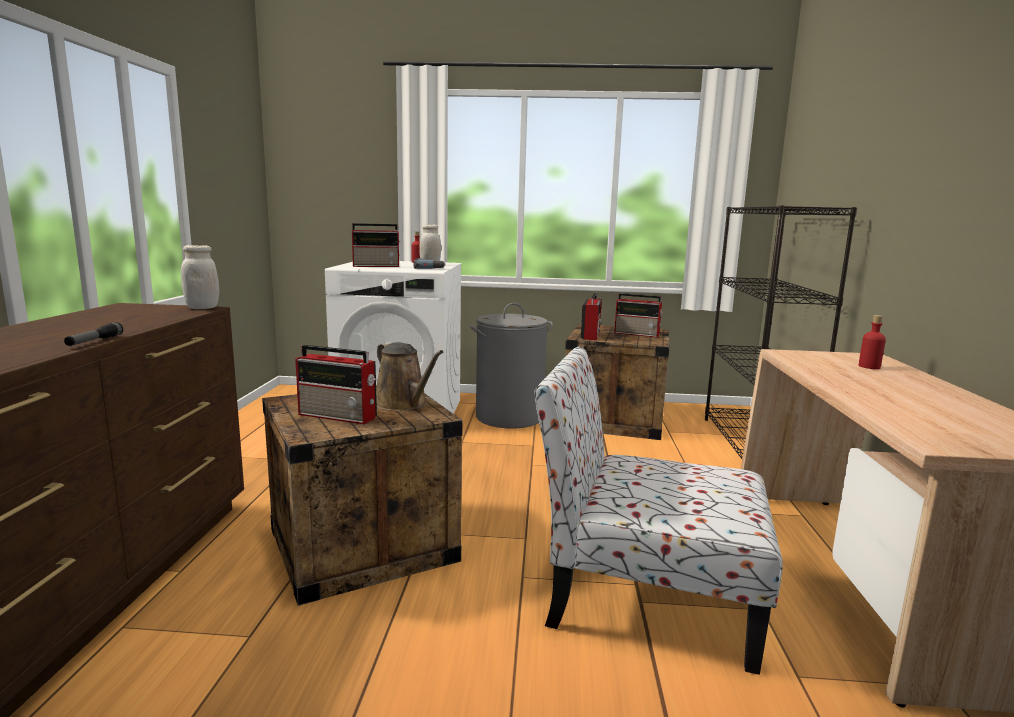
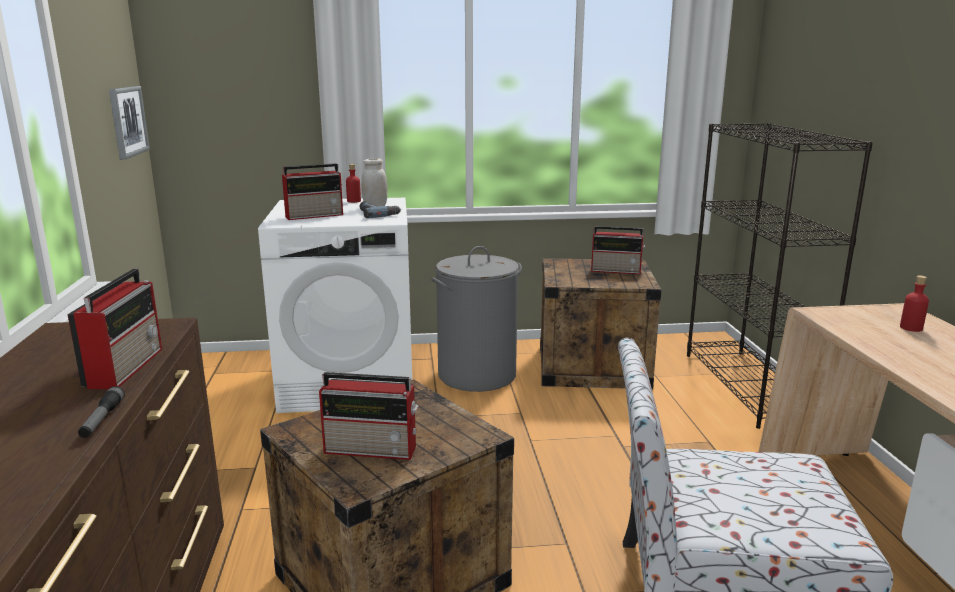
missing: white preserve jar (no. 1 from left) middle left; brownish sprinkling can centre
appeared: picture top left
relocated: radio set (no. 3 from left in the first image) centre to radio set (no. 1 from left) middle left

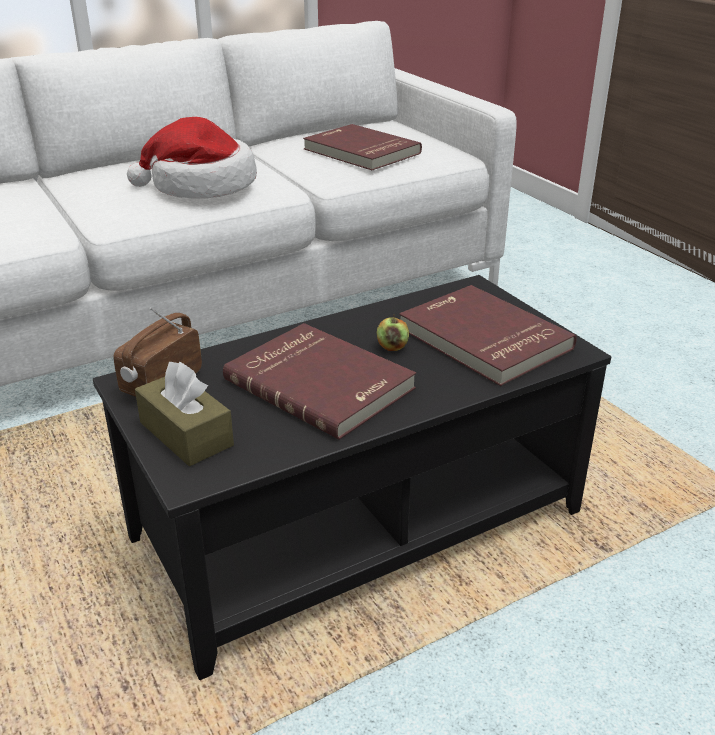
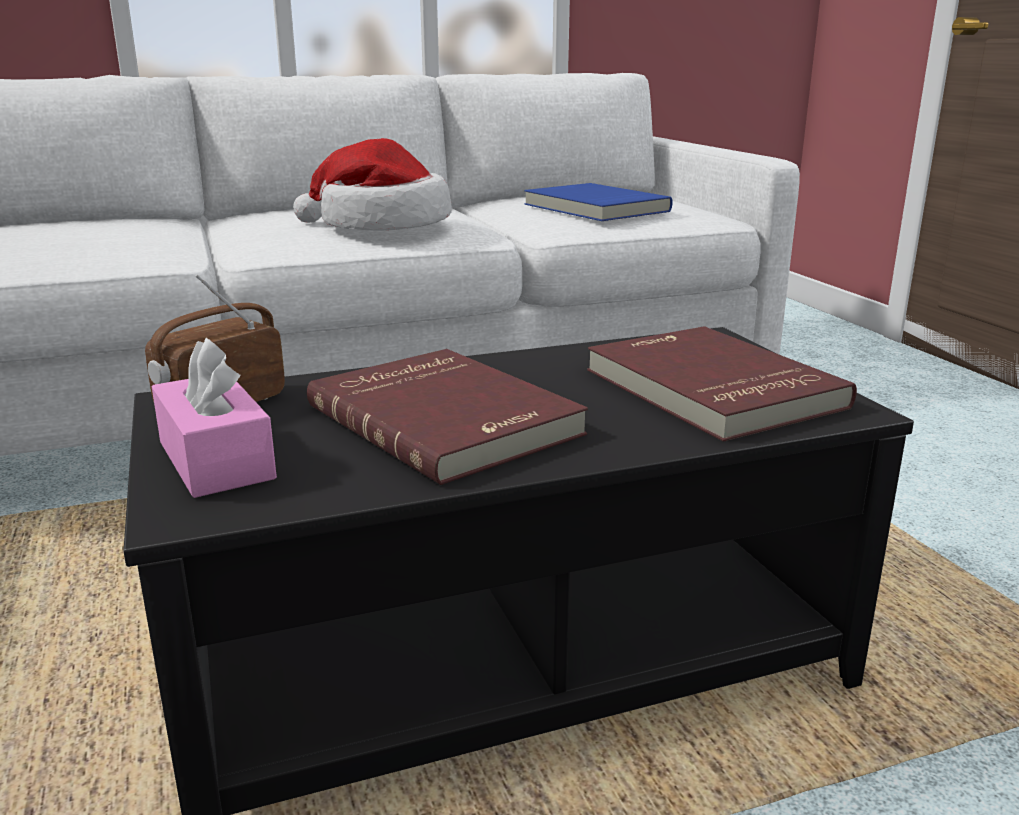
missing: apple fruit centre
colour: brownish tissue box middle left to pink tissue box middle left; red volume (no. 2 from left) top centre to blue-coloured volume top centre

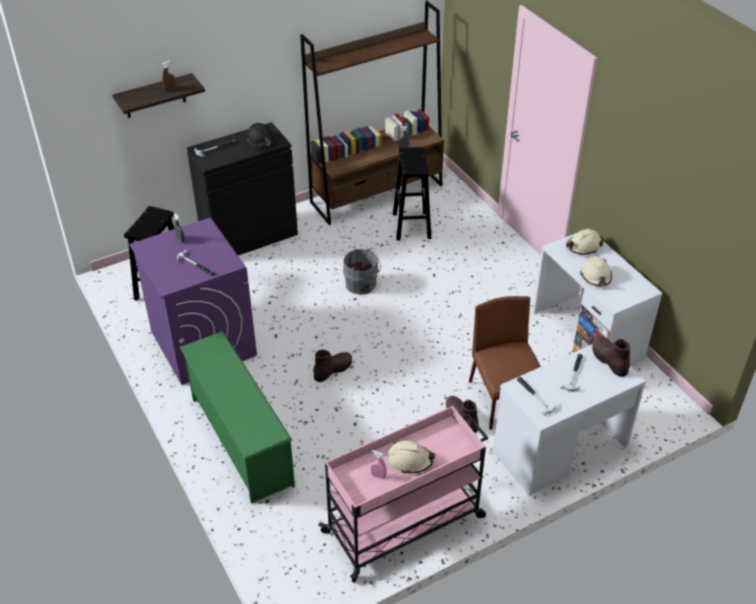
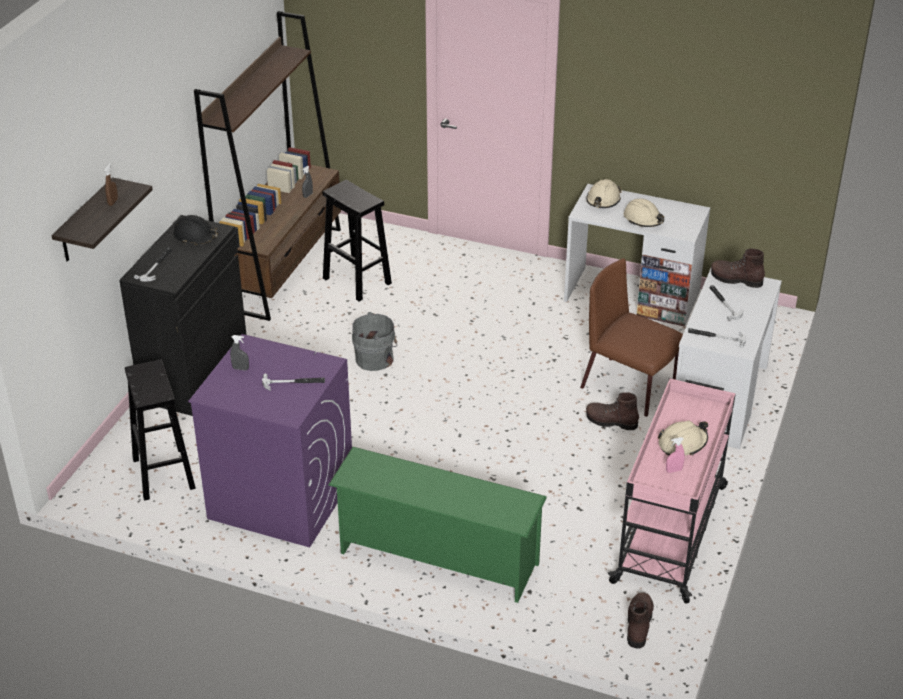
relocated: brownish tall boot (no. 1 from left in the first image) centre to brownish tall boot (no. 2 from left) bottom right

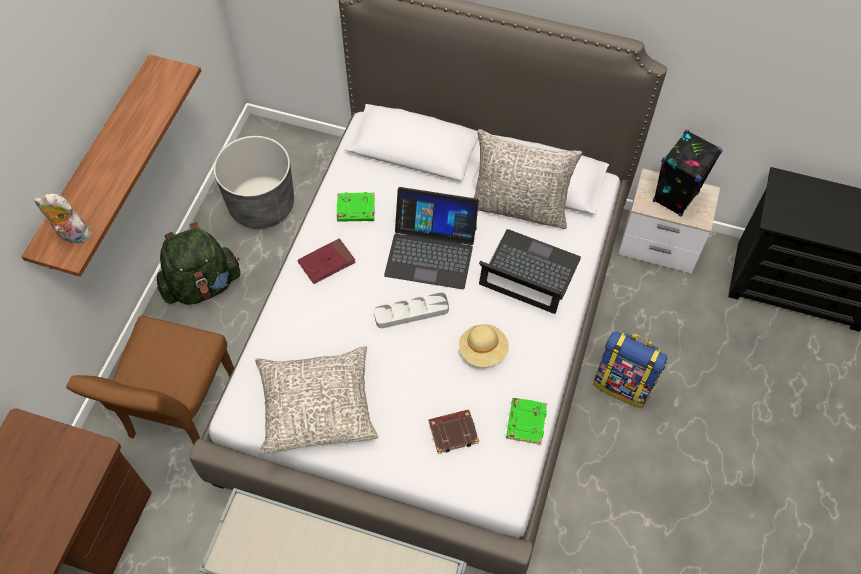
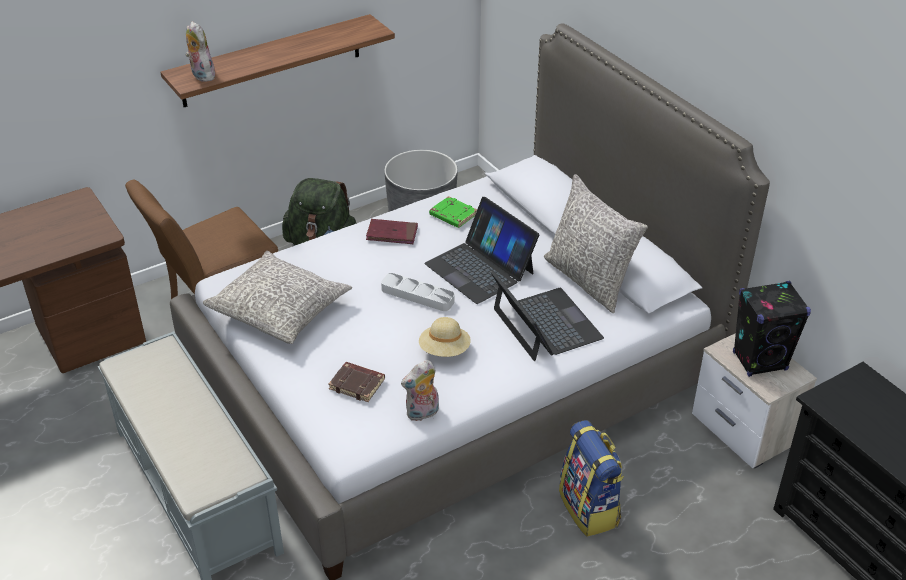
exchanged: greenish volume (no. 2 from left) bottom centre to plush toy (no. 2 from left) bottom centre

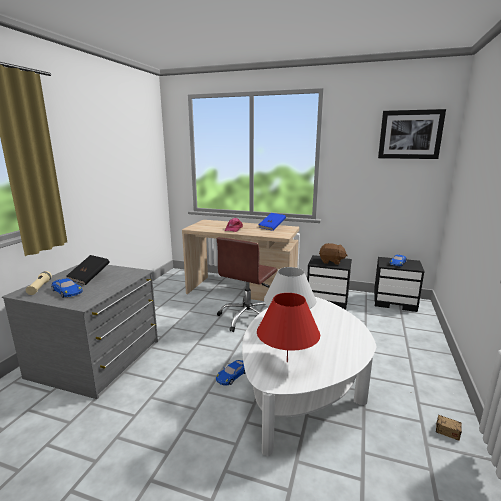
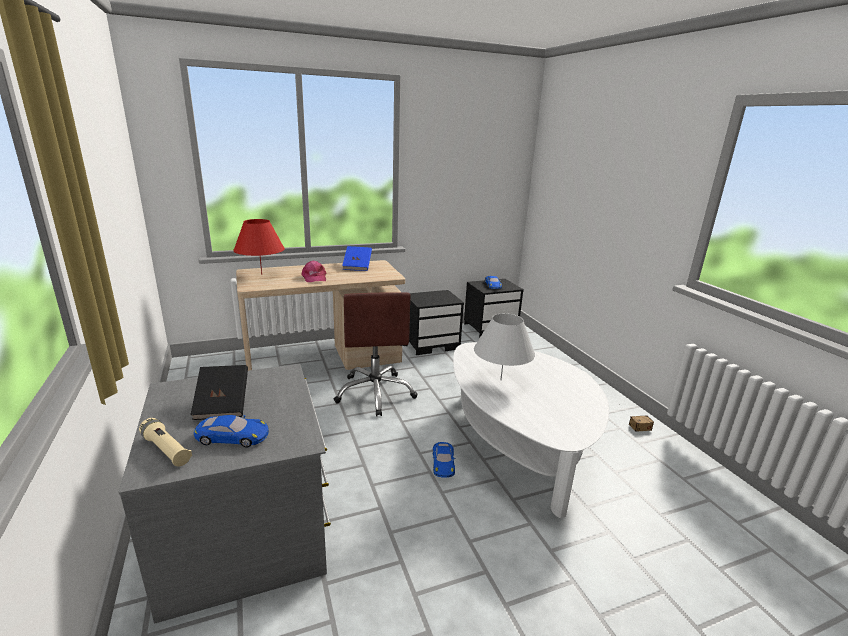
missing: brownish plush toy centre; picture top right
relocated: red table lamp centre to middle left

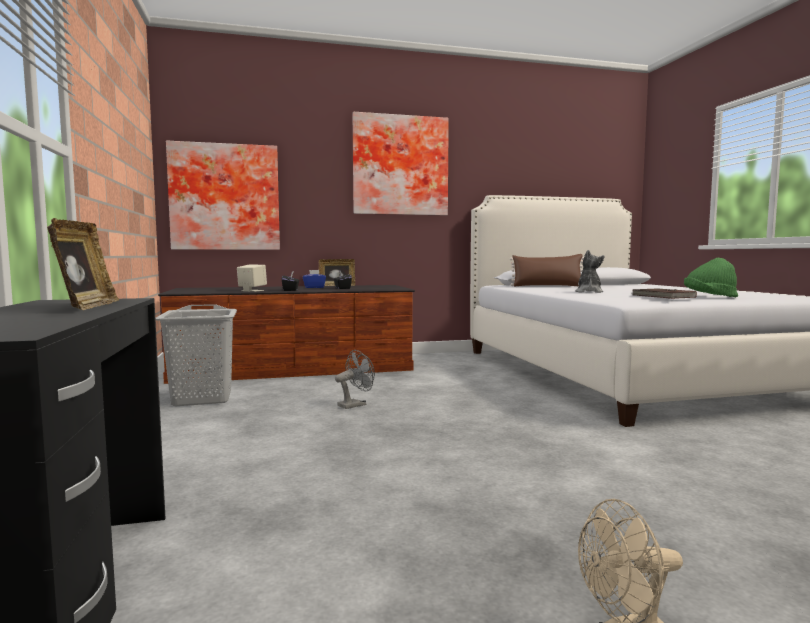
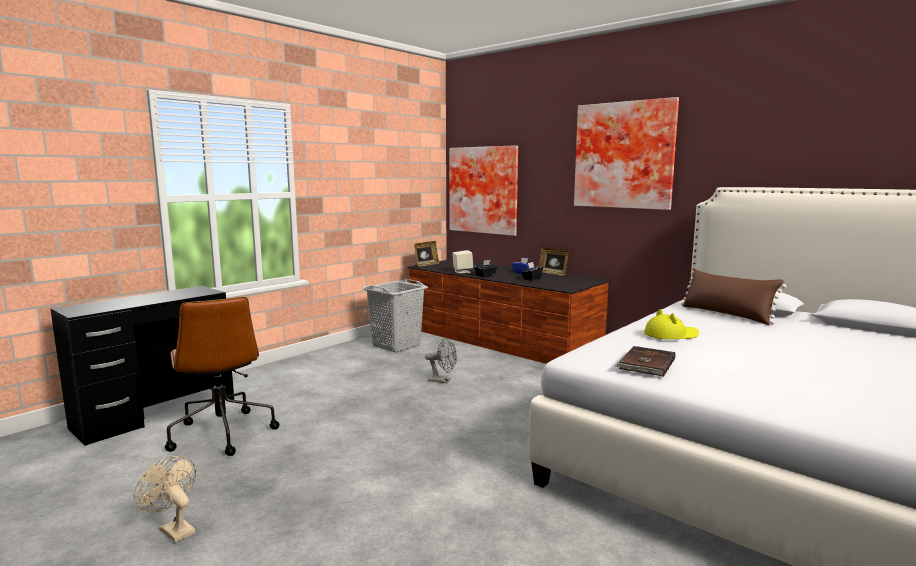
missing: greenish hat middle right
appeared: brownish desk chair middle left
relocated: photo frame (no. 1 from left) middle left to centre
exchanged: plush toy middle right to yellowish hat middle right

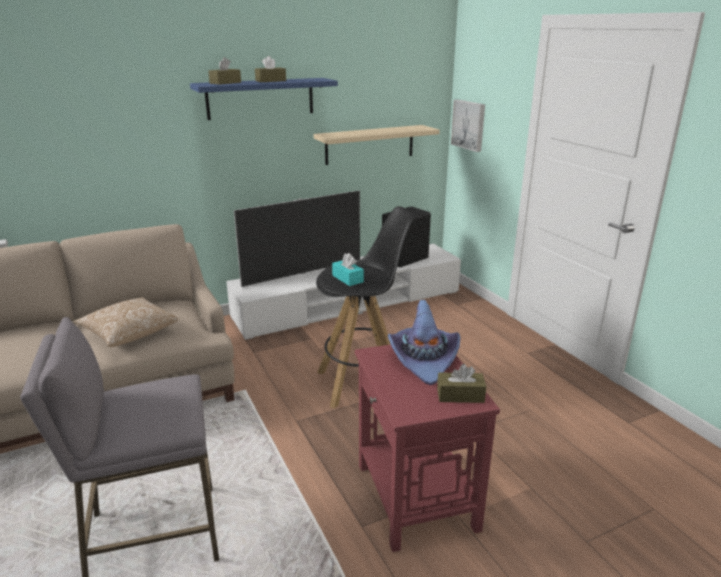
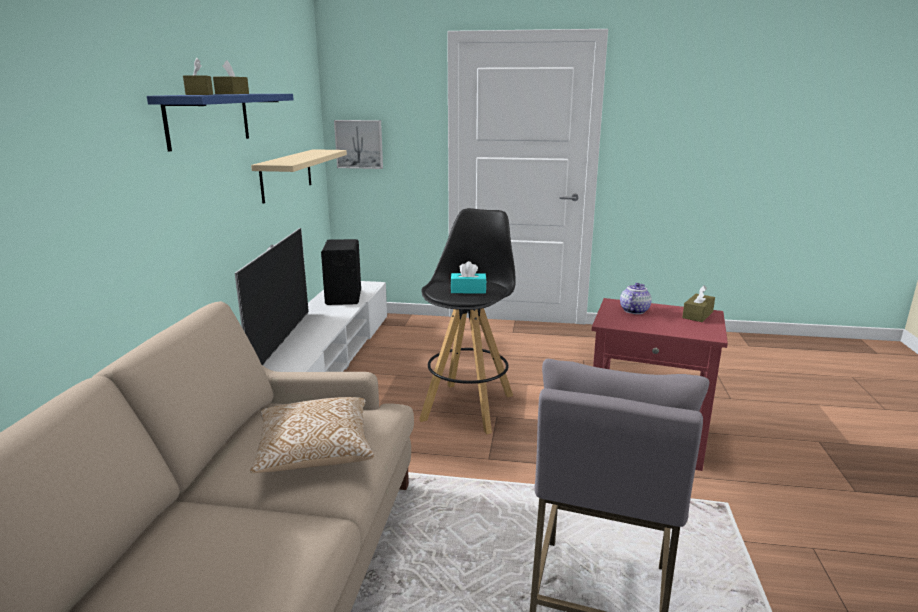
exchanged: purple-coloured hat centre to pot for tea middle right

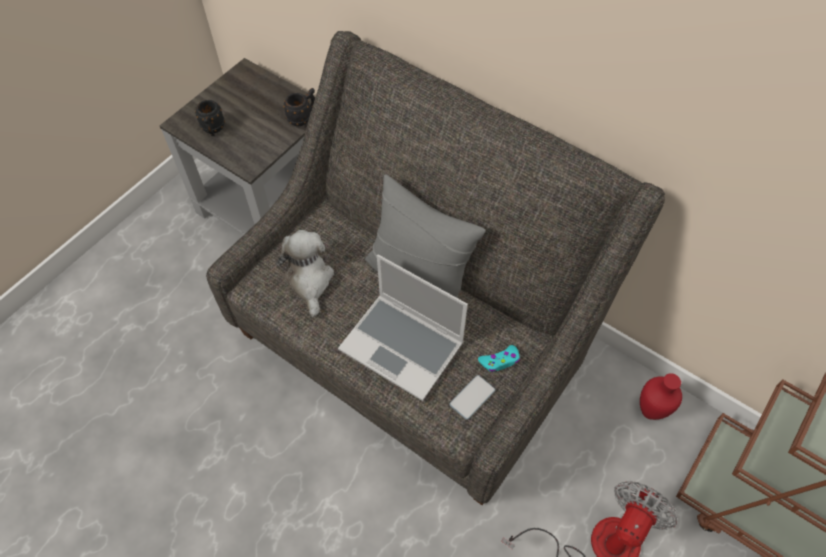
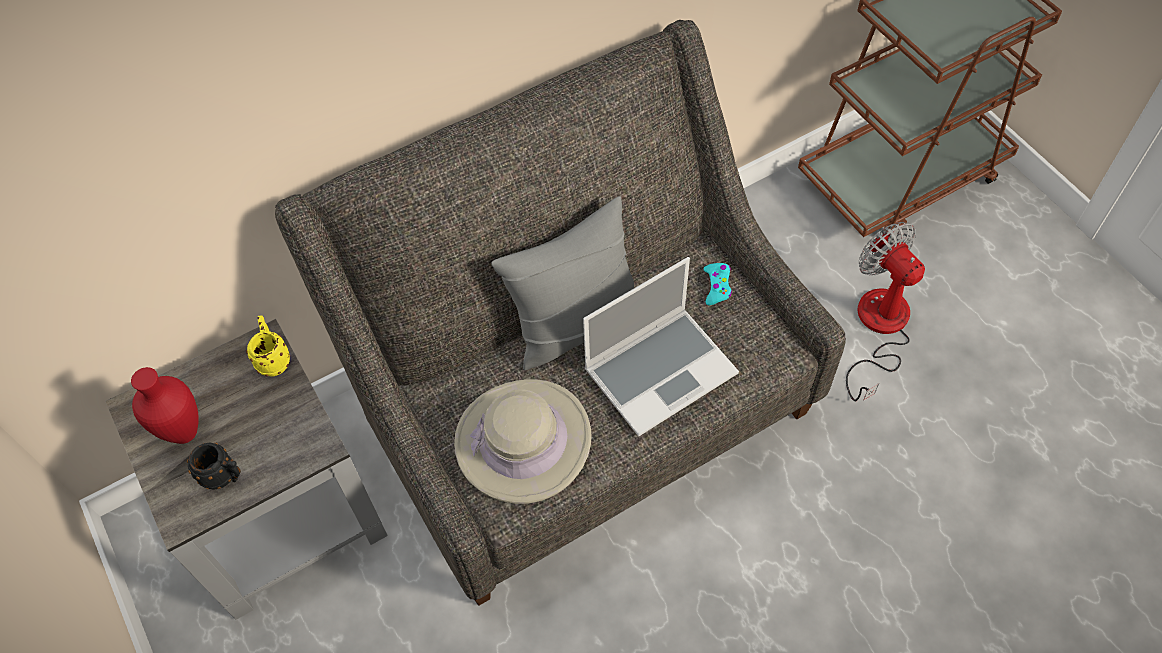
missing: handset bottom centre
relocated: red decorative vase bottom right to middle left
exchanged: plush toy centre to beige-coloured hat bottom centre
colour: blackish coffee mug (no. 2 from left) top centre to yellowish coffee mug middle left

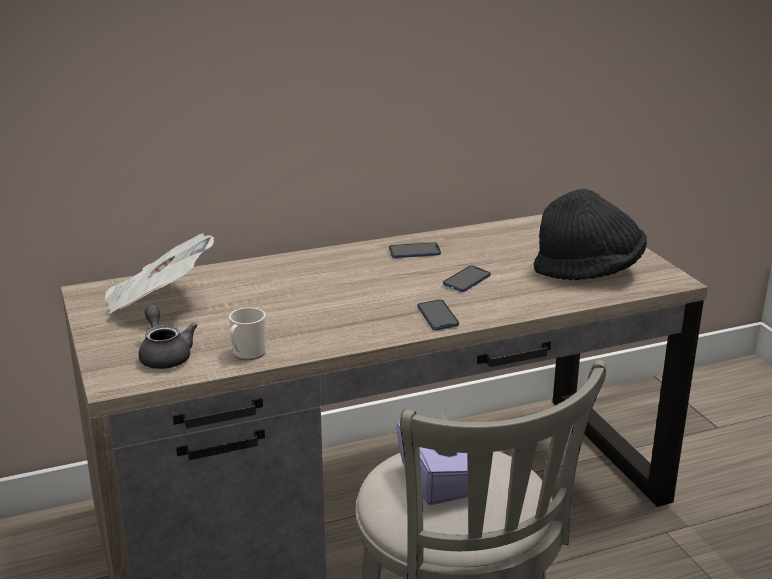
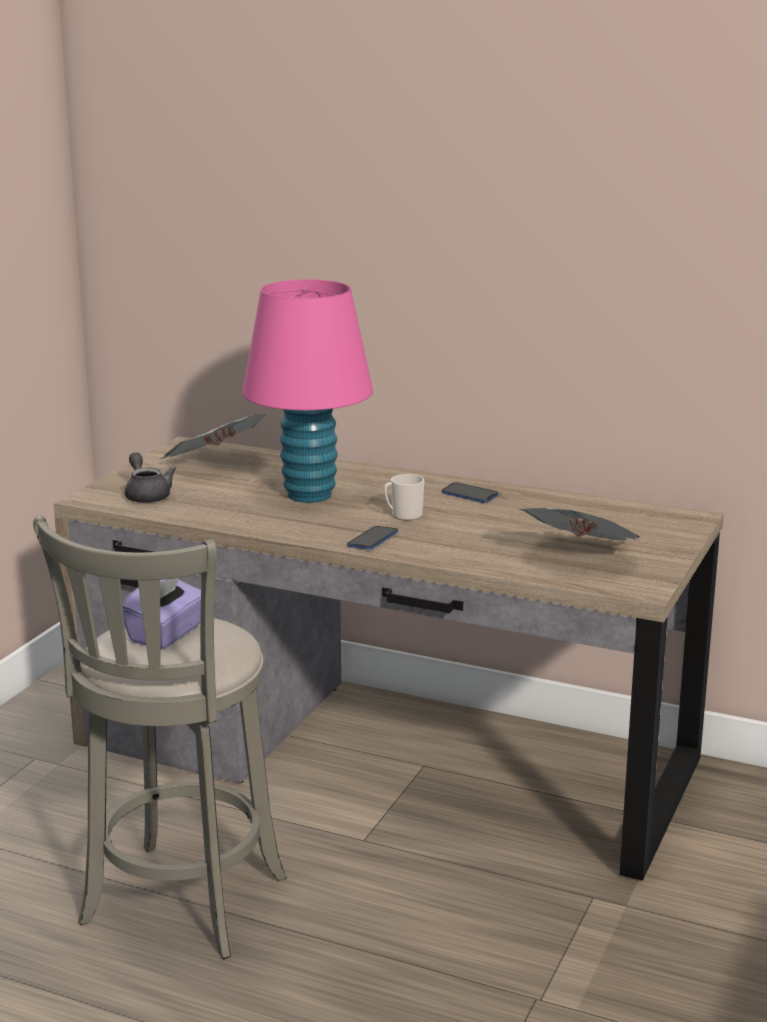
missing: handset (no. 3 from left) centre
appeared: pink table lamp centre
relocated: coffee mug middle left to centre
exchanged: blackish hat middle right to newspaper (no. 2 from left) middle right
spun: gray pot for tea middle left = middle left 45 degrees counterclockwise

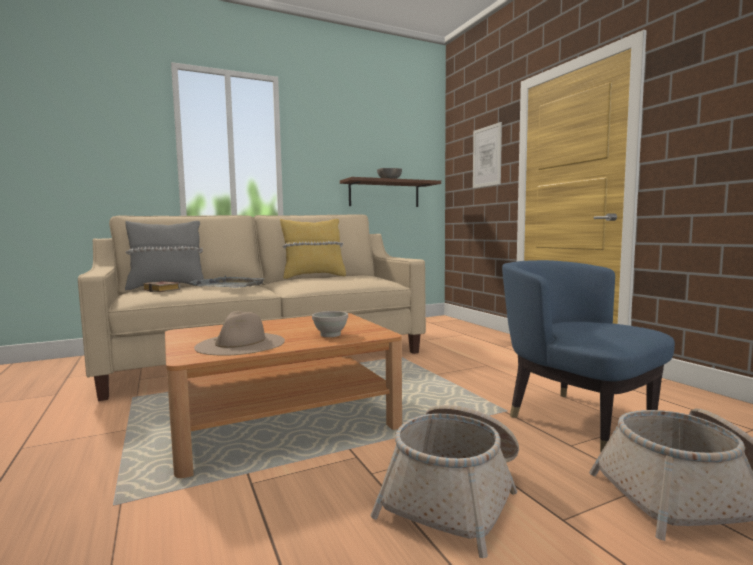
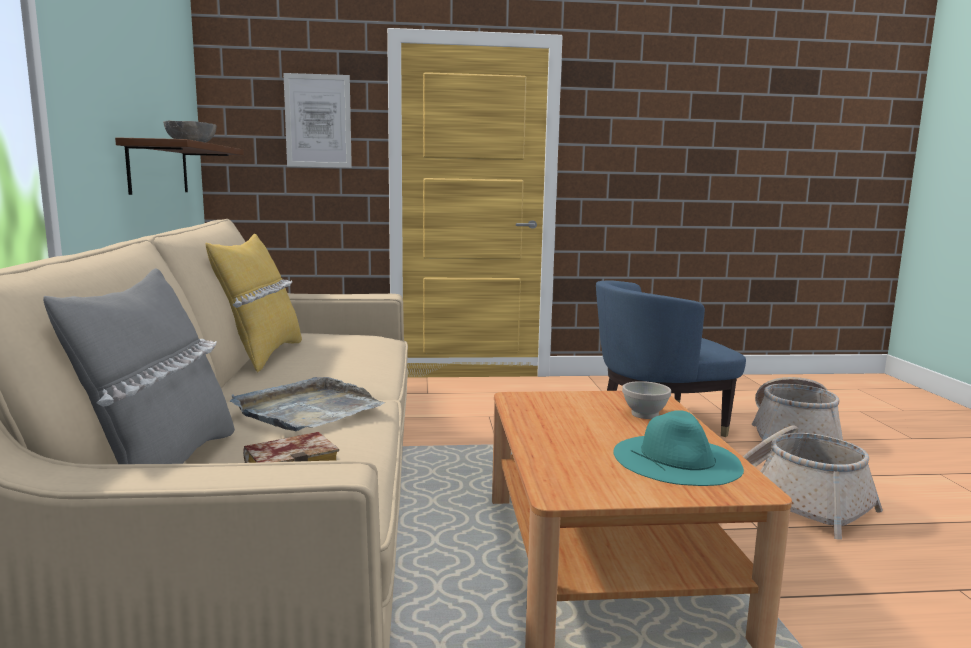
colour: beige-coloured hat middle left to blue-green hat bottom right

